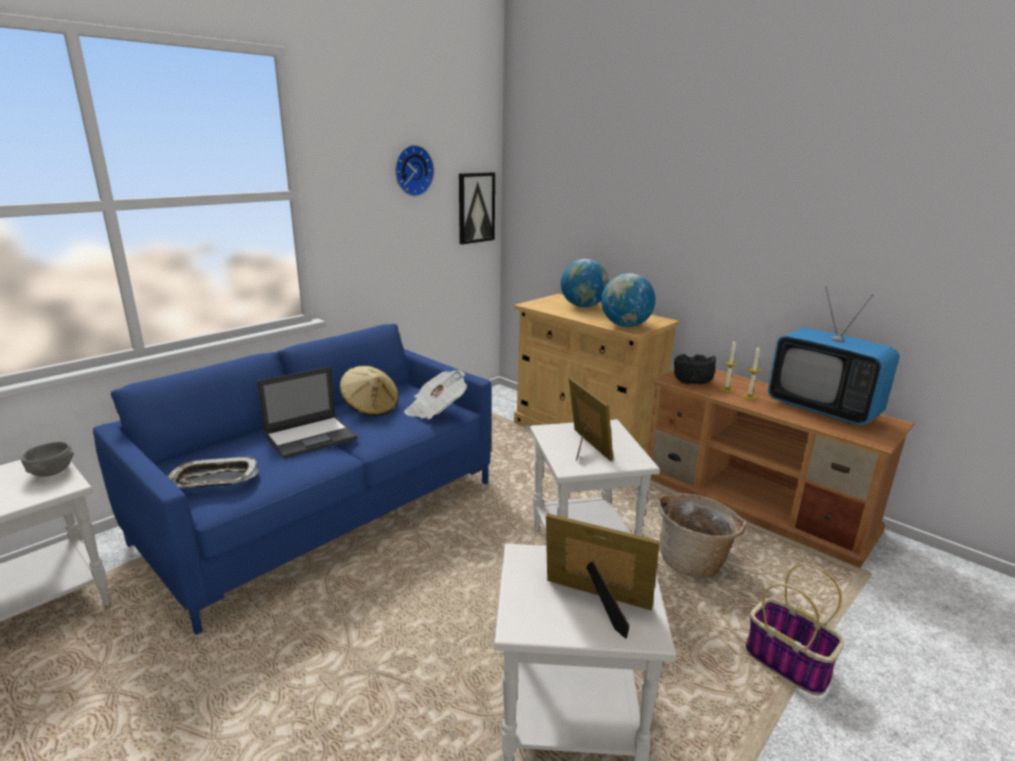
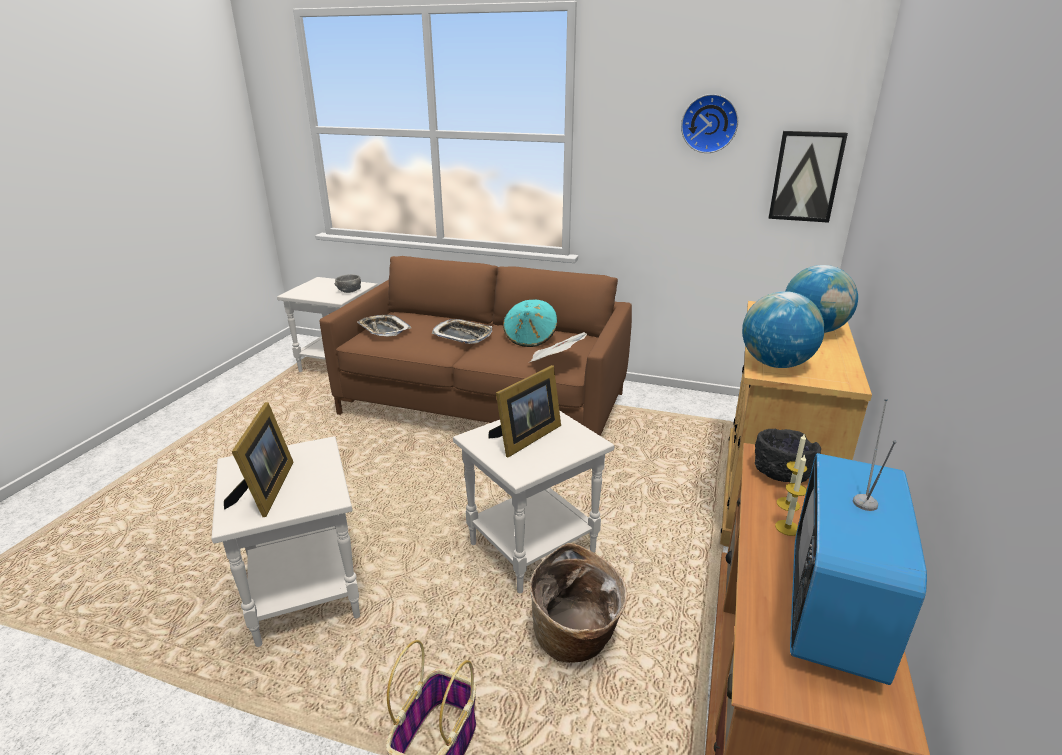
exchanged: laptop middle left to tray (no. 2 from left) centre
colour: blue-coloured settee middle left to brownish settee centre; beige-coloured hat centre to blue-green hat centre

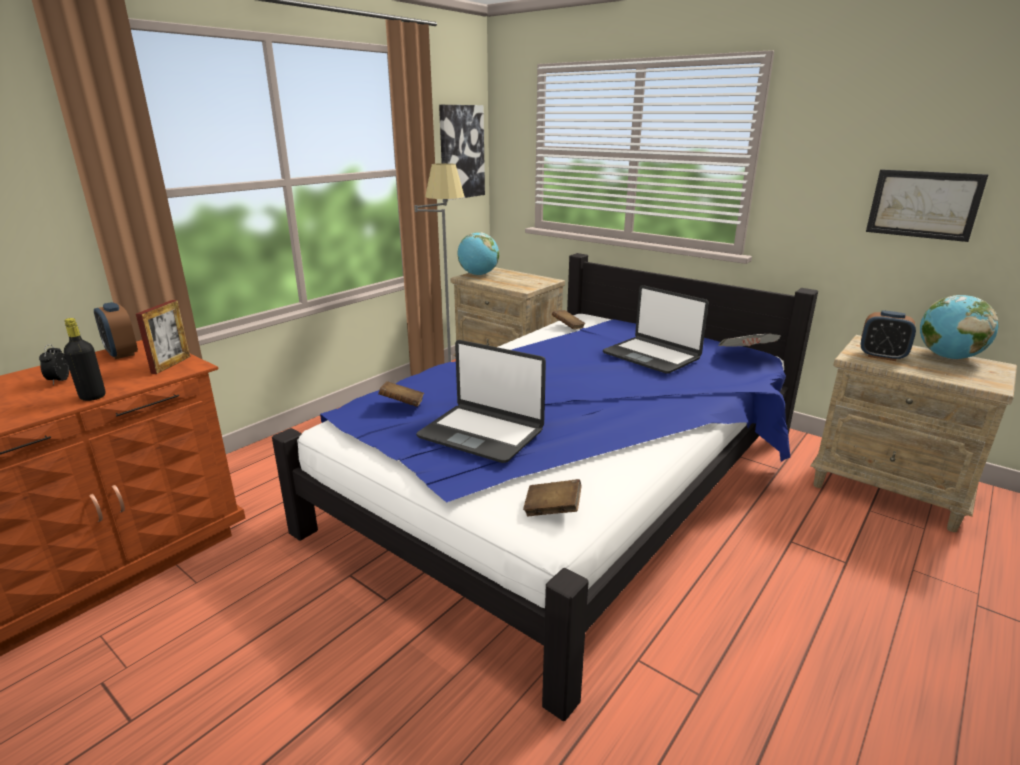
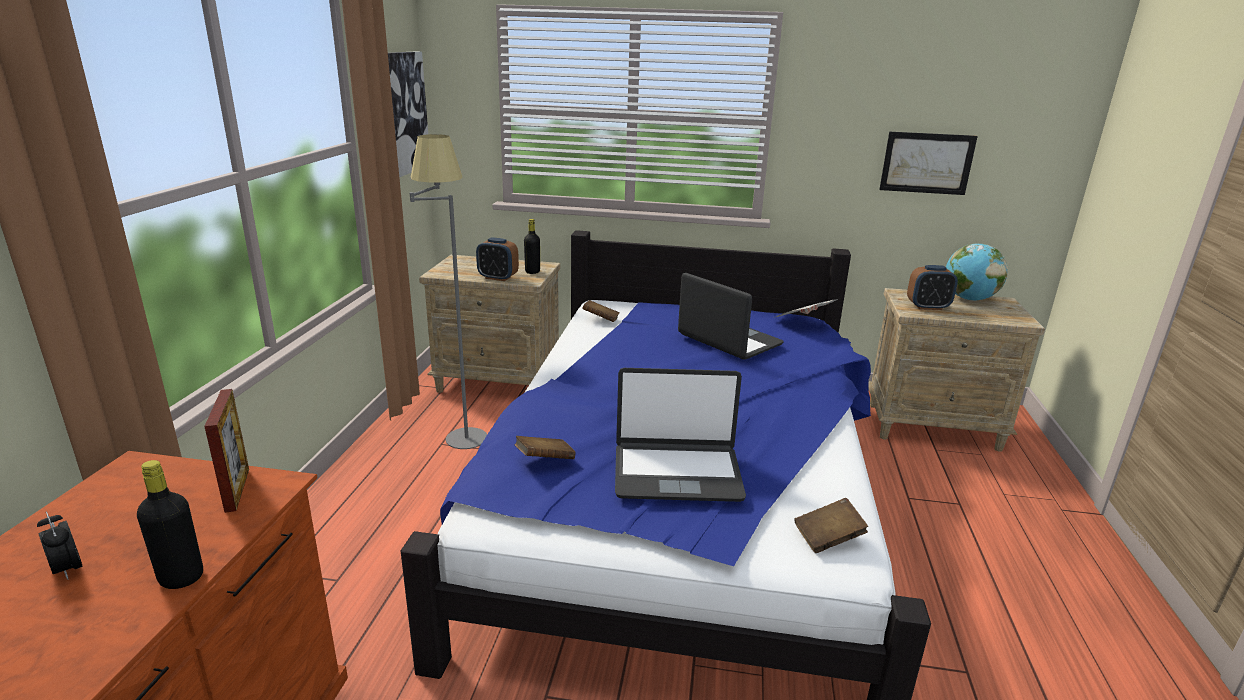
missing: world globe (no. 1 from left) top centre
appeared: blackish drink bottle (no. 2 from left) centre
relocated: alarm clock (no. 2 from left) middle left to centre
spun: laptop (no. 2 from left) centre = centre 150 degrees counterclockwise

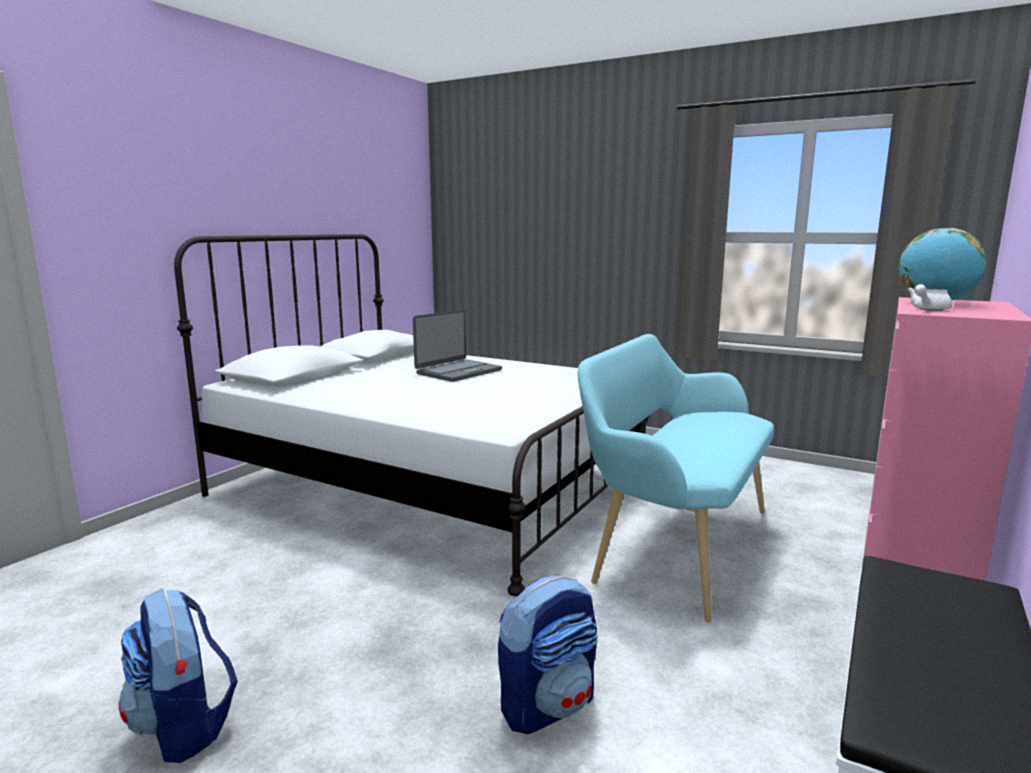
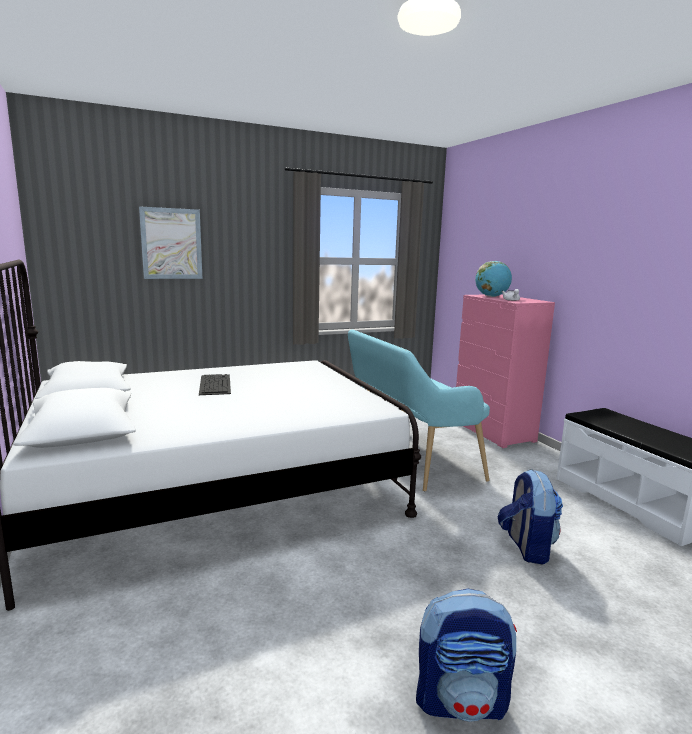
appeared: picture top left
exchanged: laptop centre to keyboard middle left

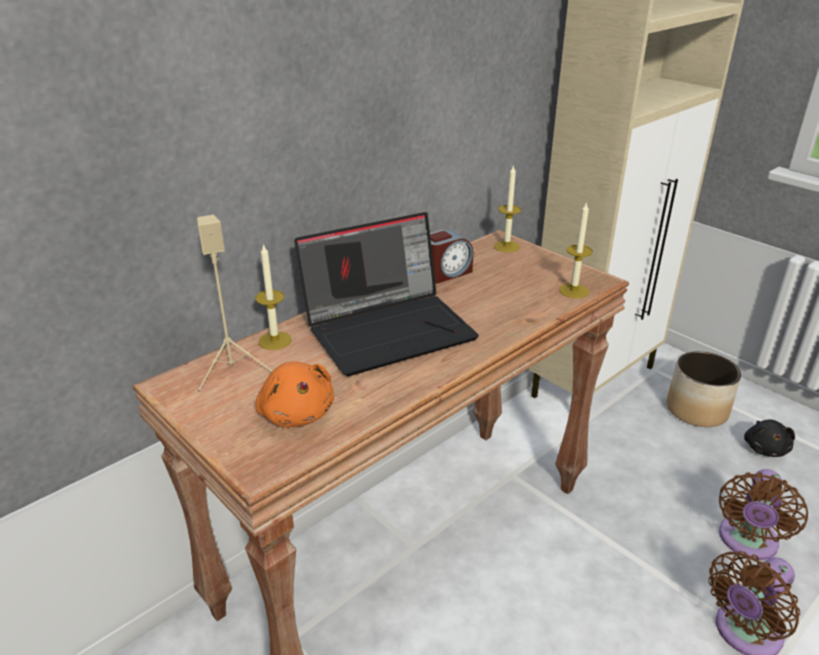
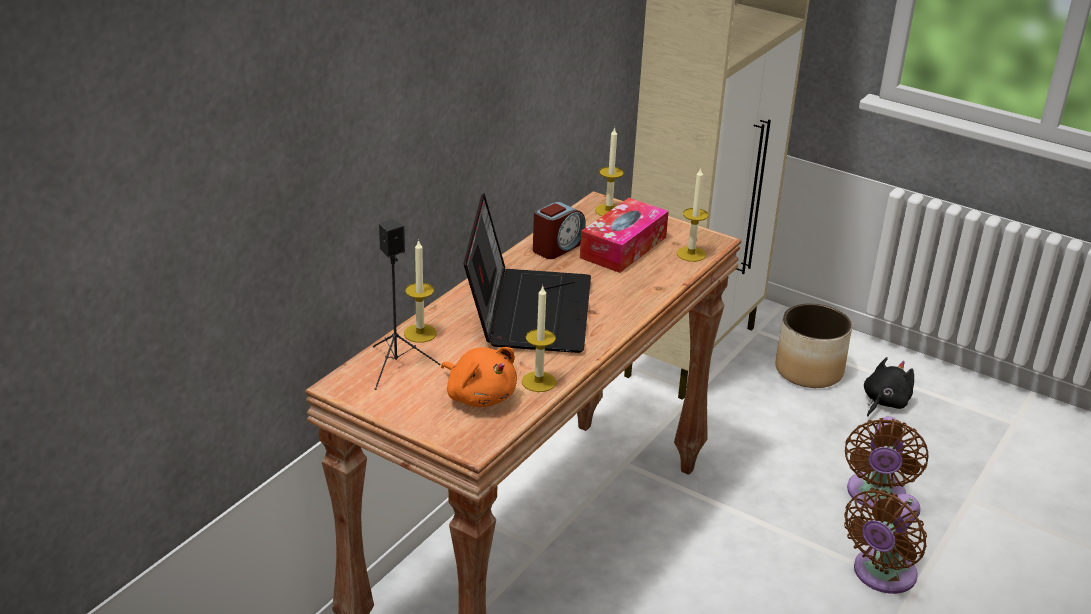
appeared: candle (no. 2 from left) centre; tissue box centre
colour: beige-coloured speaker middle left to blackish speaker centre
spun: laptop centre = centre 45 degrees counterclockwise; blackish plush toy bottom right = middle right 135 degrees counterclockwise

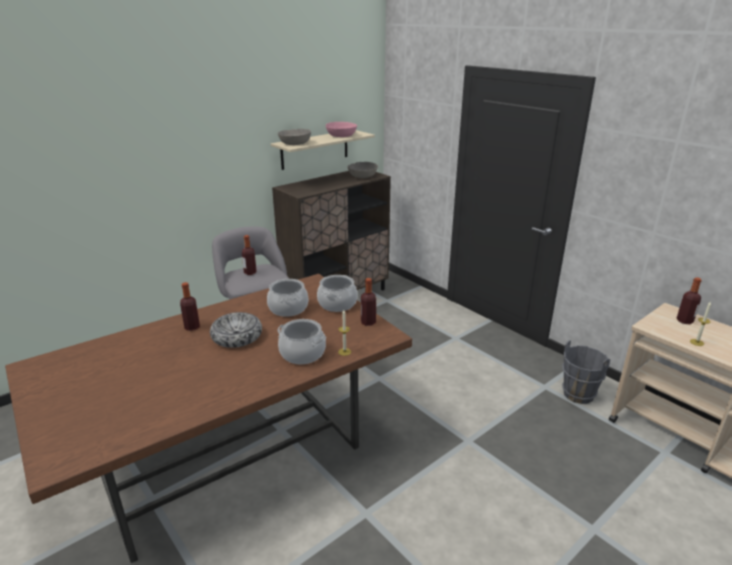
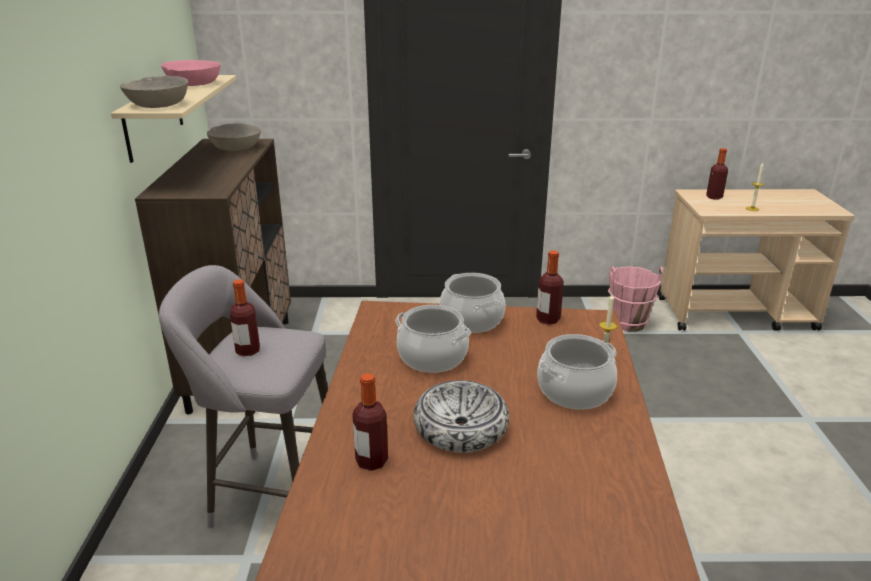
colour: gray pail middle right to pink pail middle right

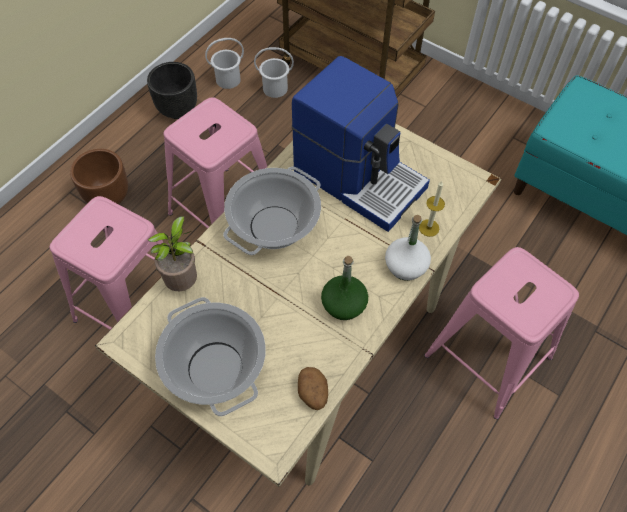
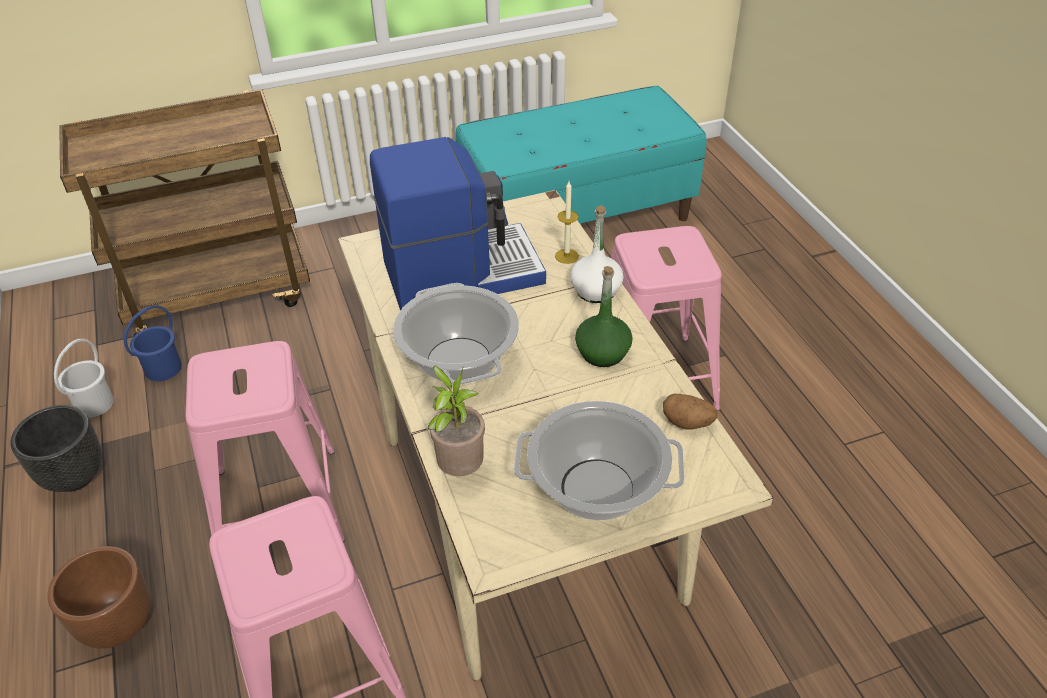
colour: white pail (no. 2 from left) top centre to blue-coloured pail middle left

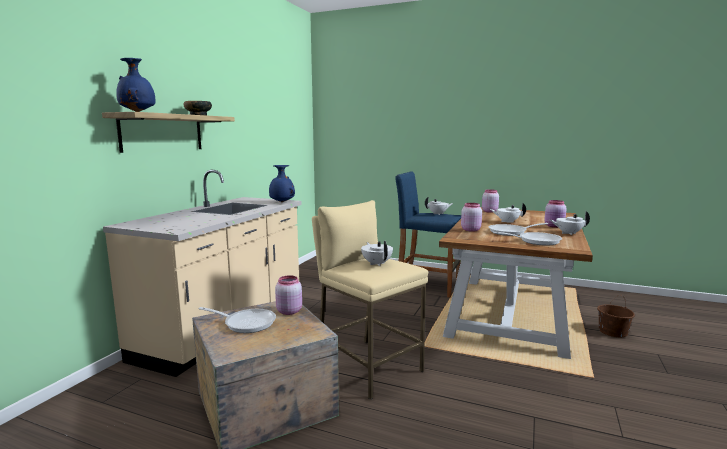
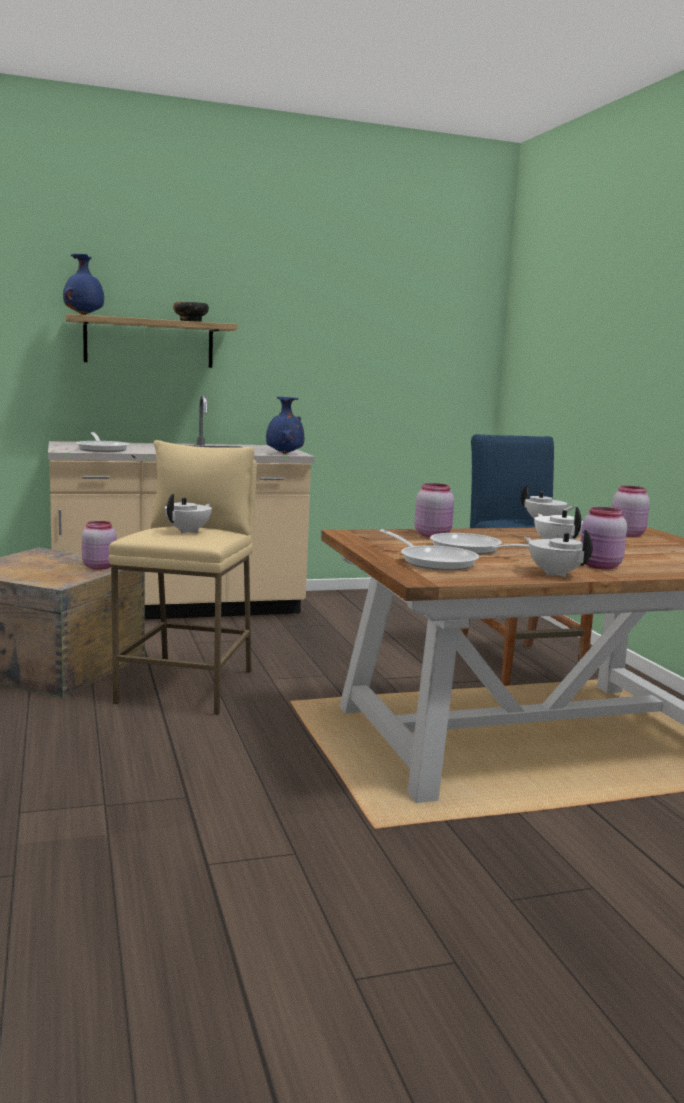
missing: brownish pail bottom right
relocated: frying pan (no. 1 from left) bottom left to middle left

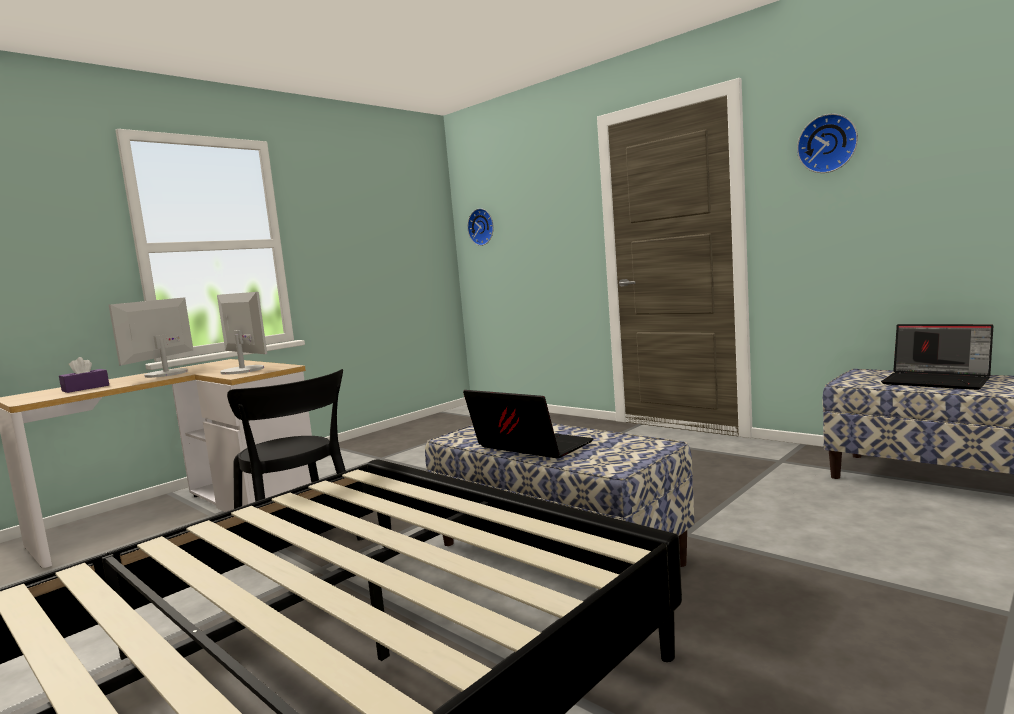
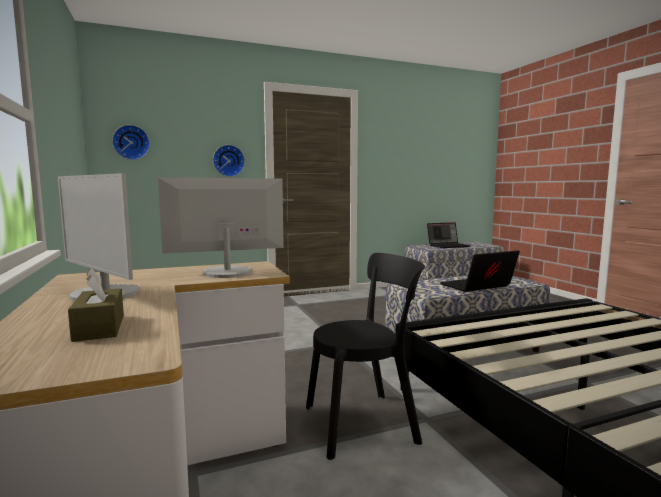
relocated: wall clock (no. 2 from left) top right to top centre
colour: purple-coloured tissue box middle left to brownish tissue box middle left

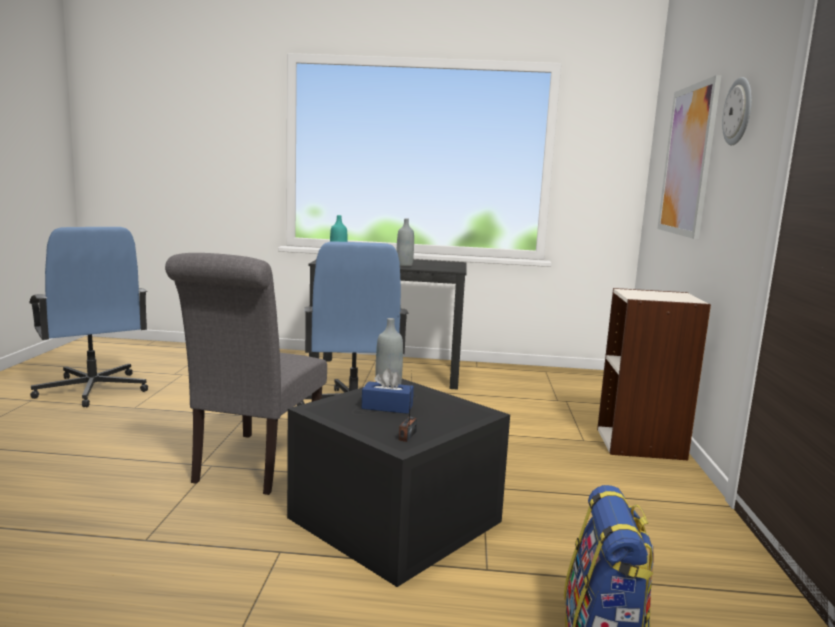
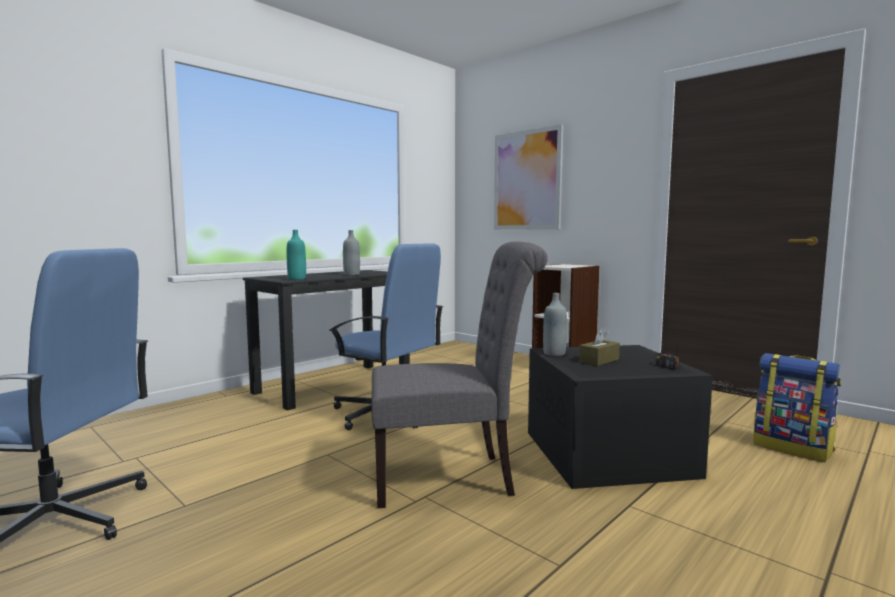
missing: wall clock top right
colour: blue-coloured tissue box centre to brownish tissue box middle right
spun: gray chair middle left = centre 60 degrees counterclockwise

